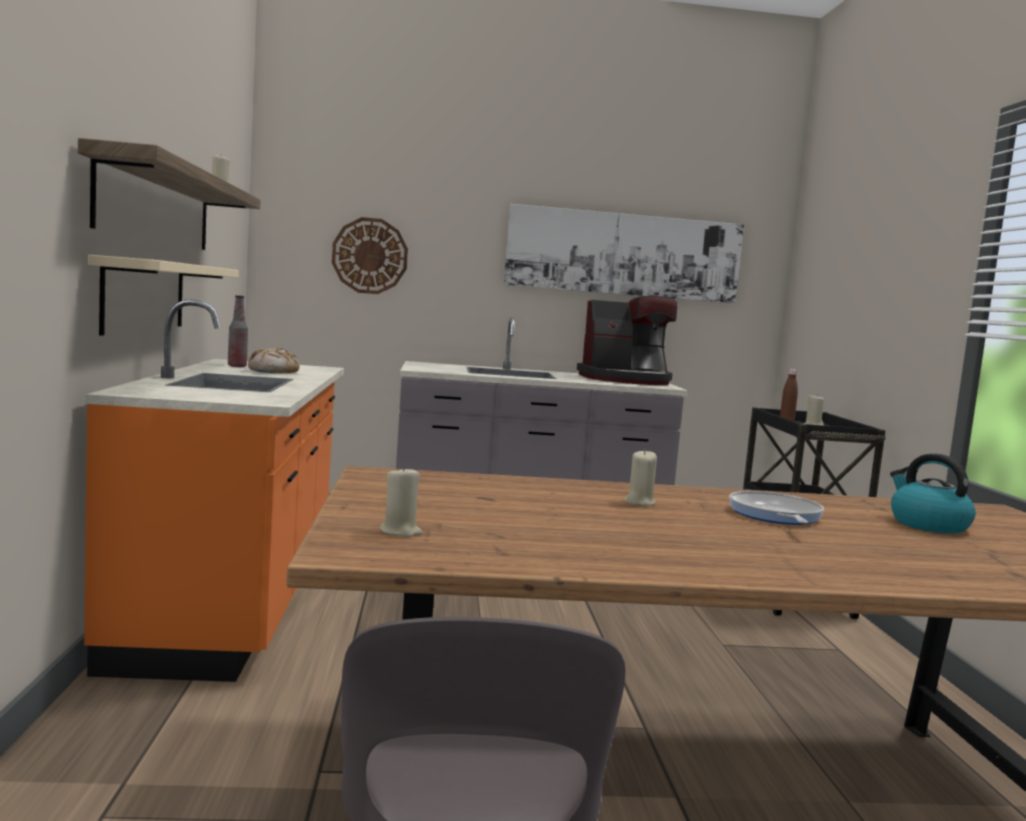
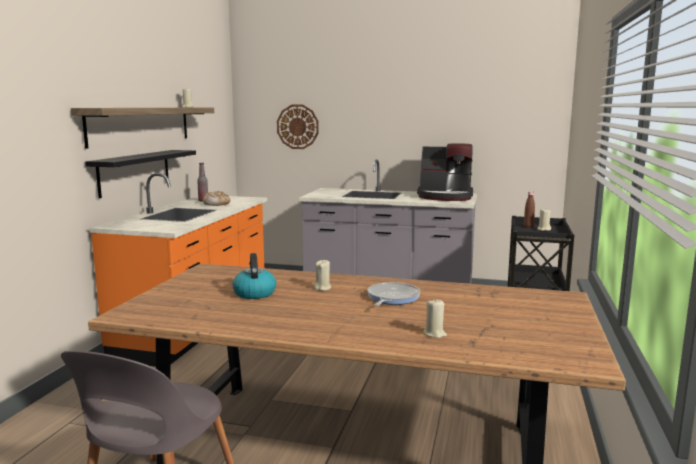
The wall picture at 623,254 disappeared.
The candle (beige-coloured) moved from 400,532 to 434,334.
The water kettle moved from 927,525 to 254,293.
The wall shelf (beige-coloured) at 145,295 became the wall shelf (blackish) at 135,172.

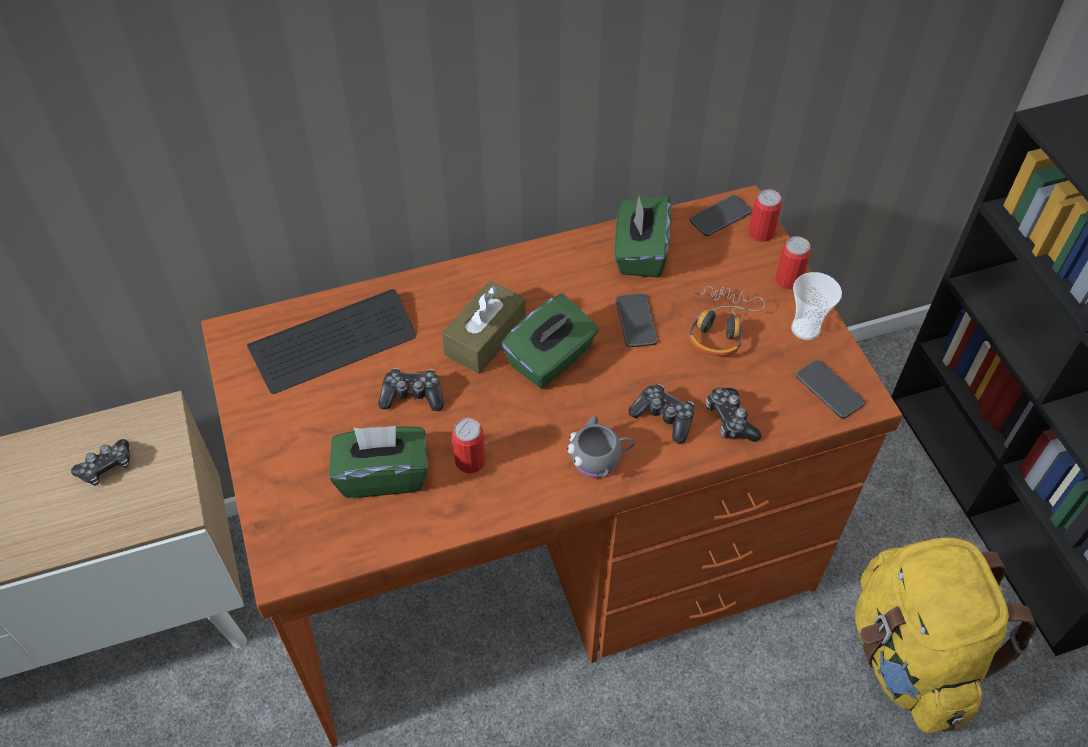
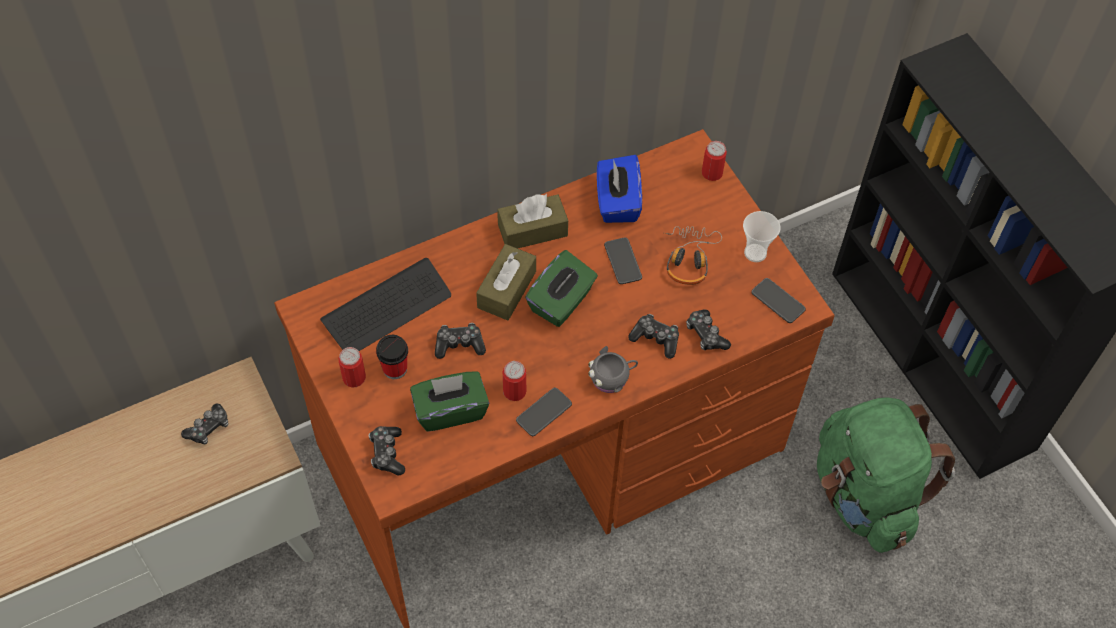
The joypad at 387,453 appeared.
The cup at 395,368 appeared.
The tissue holder (brown-coloured) at 532,230 appeared.
The handset moved from 720,216 to 544,412.
The can moved from 788,280 to 354,377.
The tissue holder (green) at 640,253 became the tissue holder (blue-coloured) at 617,202.
The rucksack (yellow) at 910,657 became the rucksack (green) at 864,495.

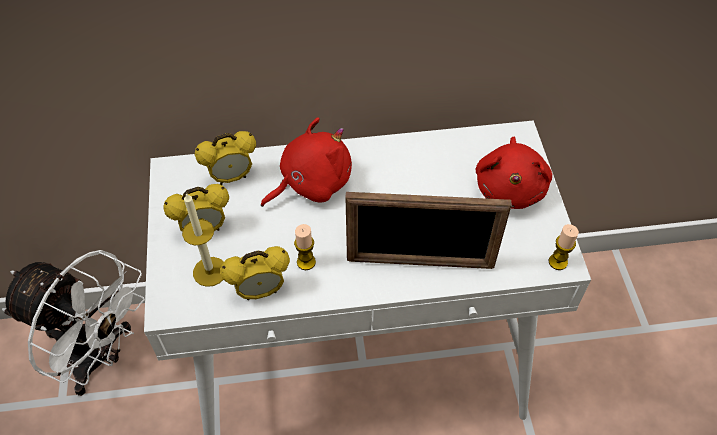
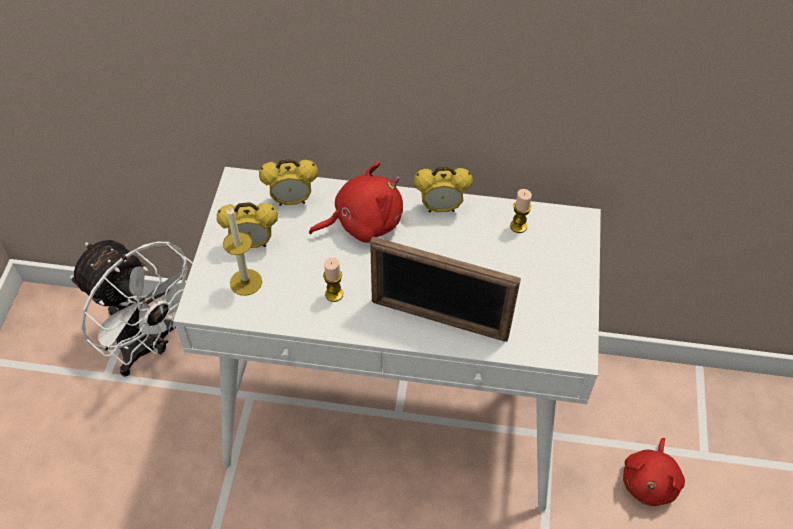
The bedside clock moved from 260,291 to 441,208.
The cuddly toy (red-coloured) moved from 510,187 to 650,481.
The candle moved from 558,262 to 518,226.

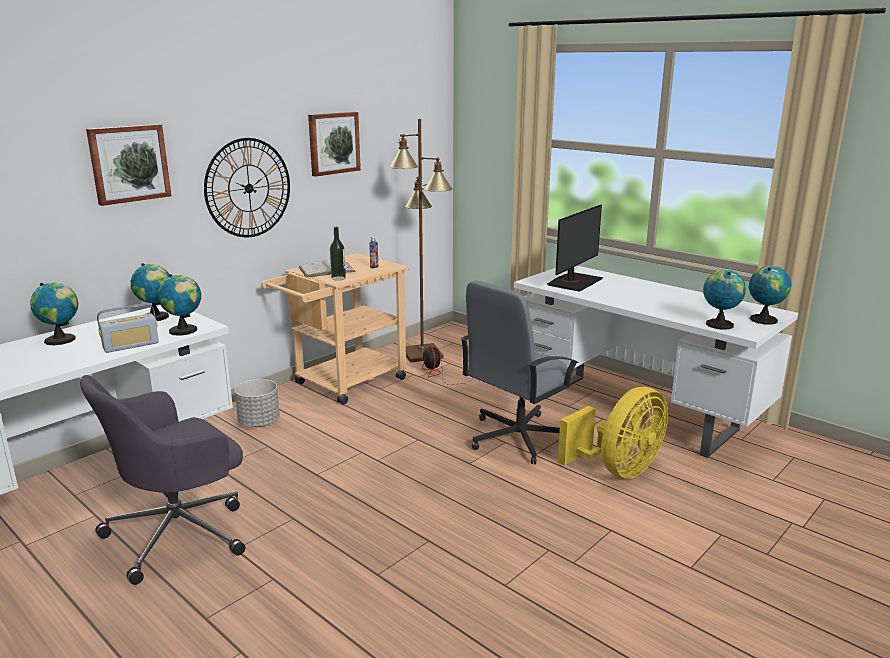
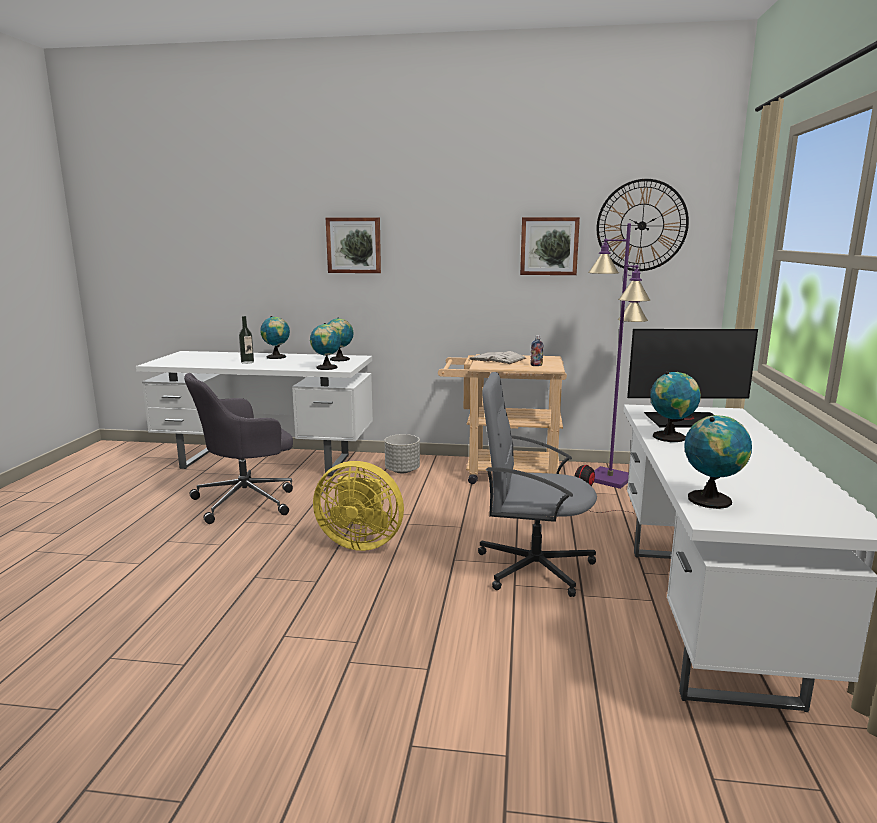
The radio at 131,345 disappeared.
The hanging clock moved from 248,188 to 642,225.
The beverage bottle moved from 338,278 to 247,362.
The fan (yellow) moved from 618,470 to 360,542.
The world globe moved from 764,319 to 671,437.
The floor lamp (brown-coloured) at 421,354 became the floor lamp (purple-coloured) at 609,478.
The desk chair (greyish) at 180,533 turned 45 degrees counterclockwise.

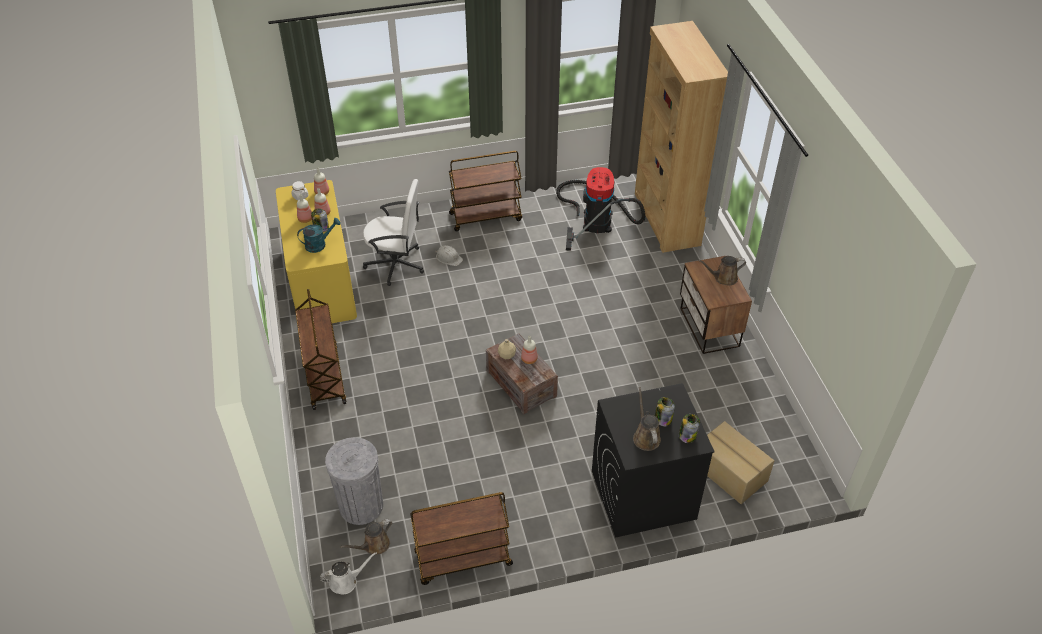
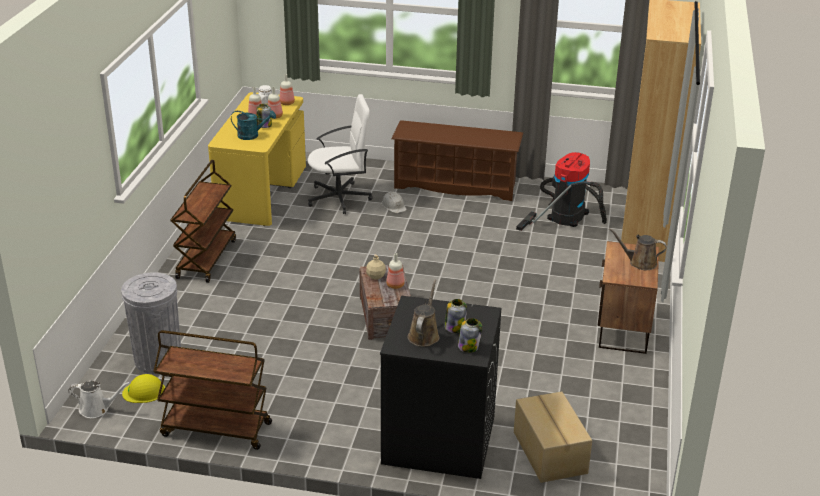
The sprinkling can (brown-coloured) at 374,545 was replaced by the hard hat (yellow) at 144,391.
The wheeled cart (brown-coloured) at 486,216 was replaced by the shoe shelf (brown-coloured) at 456,185.
The desk chair (whitish) at 396,264 turned 45 degrees counterclockwise.

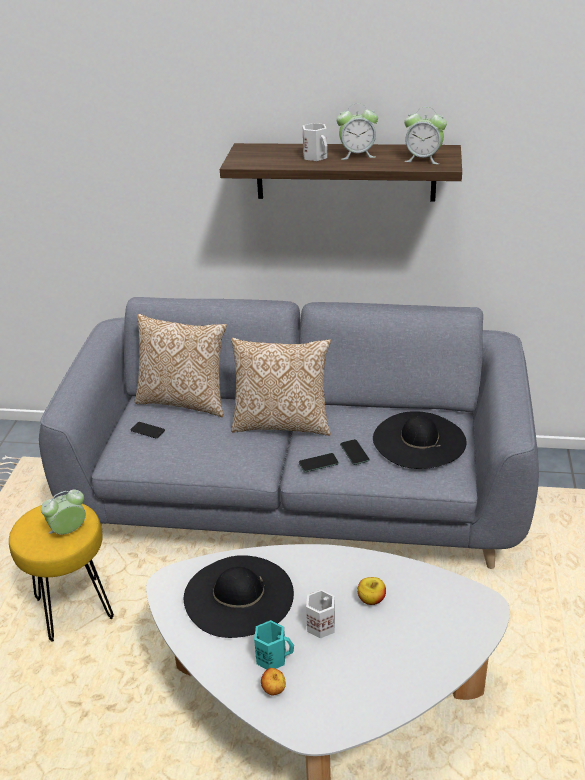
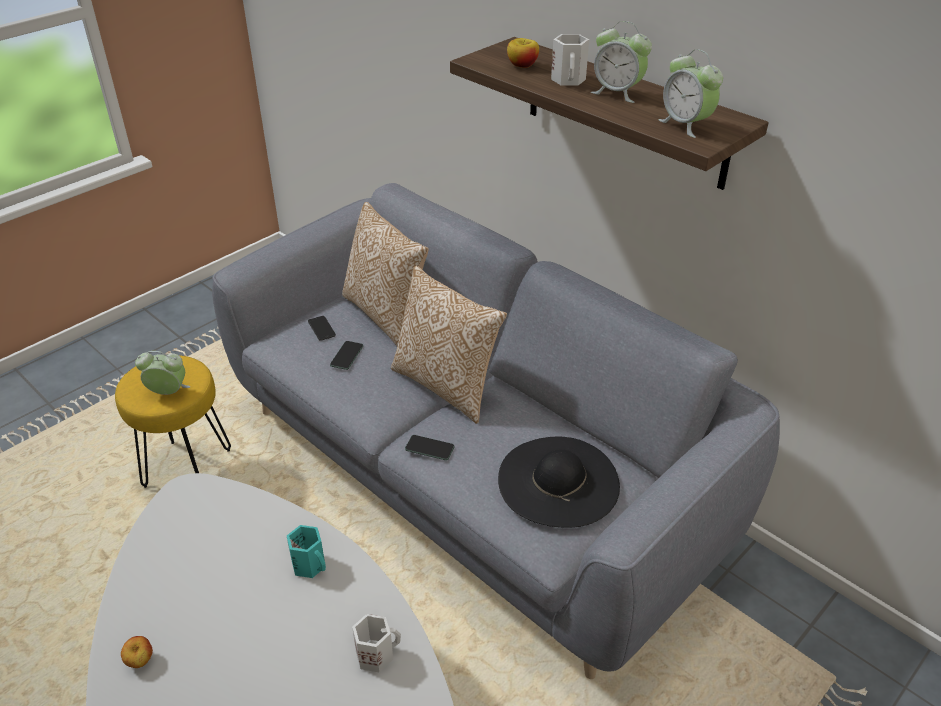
The hat (blackish) at 238,595 disappeared.
The coffee mug (blue-green) moved from 272,657 to 310,564.
The coffee mug (whitish) moved from 321,624 to 376,654.
The handset moved from 354,452 to 346,356.
The whole apple moved from 371,599 to 522,65.

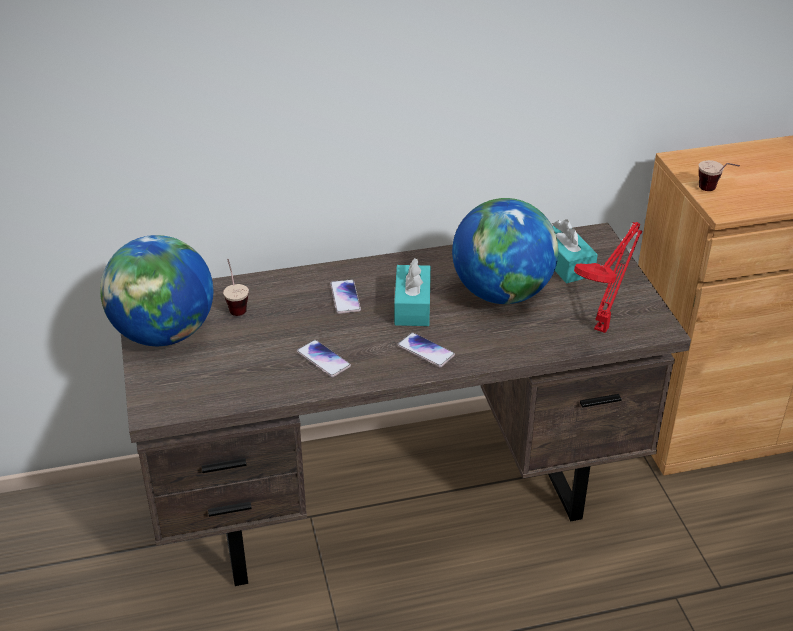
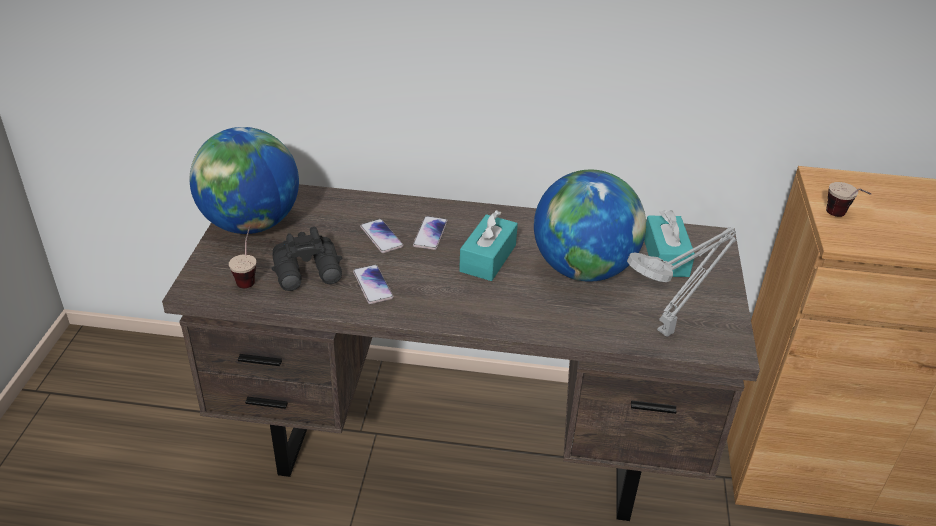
The field glasses (blackish) at 309,273 appeared.
The cup moved from 236,305 to 248,276.
The handset moved from 425,351 to 381,237.
The tabletop lamp (red-coloured) at 603,327 became the tabletop lamp (greyish) at 668,330.

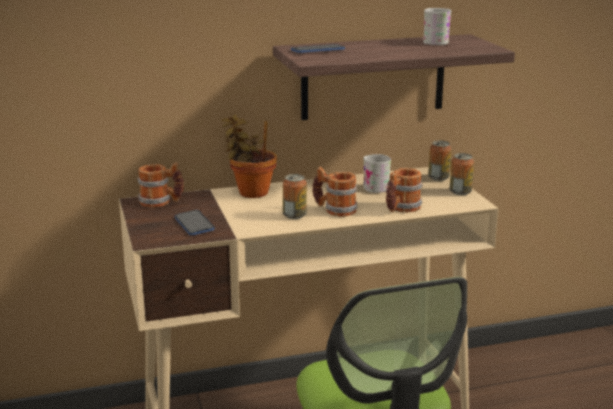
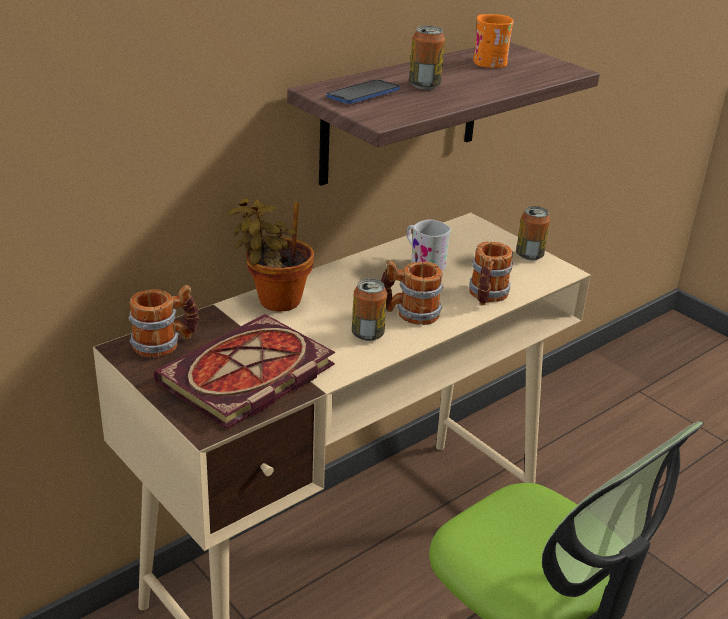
The can moved from 438,178 to 424,85.
The handset at 194,224 was replaced by the volume at 246,377.
The coffee mug (whitish) at 437,42 became the coffee mug (orange) at 489,60.

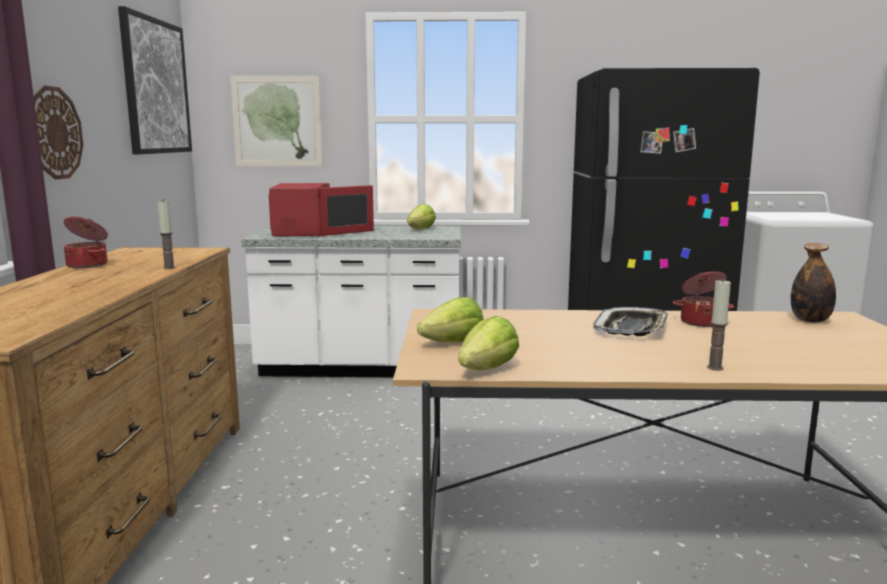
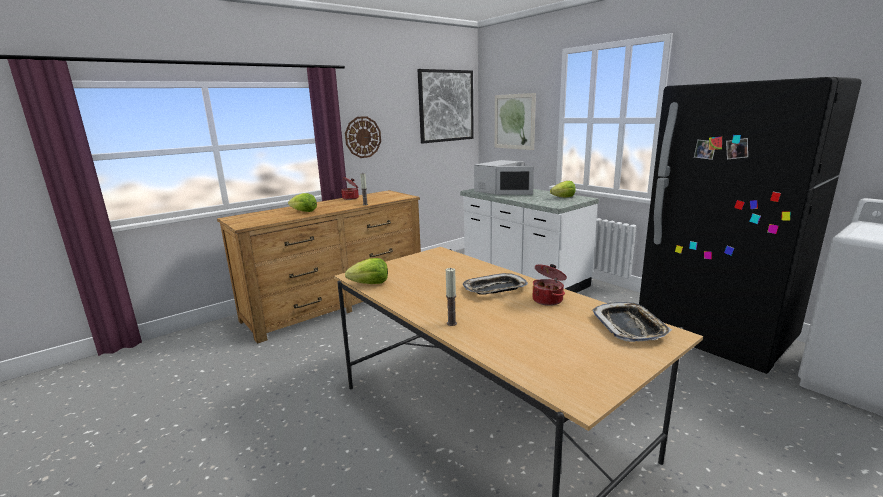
The lettuce head moved from 453,343 to 304,211.
The beverage bottle at 810,320 was replaced by the serving tray at 629,326.
The microwave (red-coloured) at 305,232 became the microwave (whitish) at 500,190.

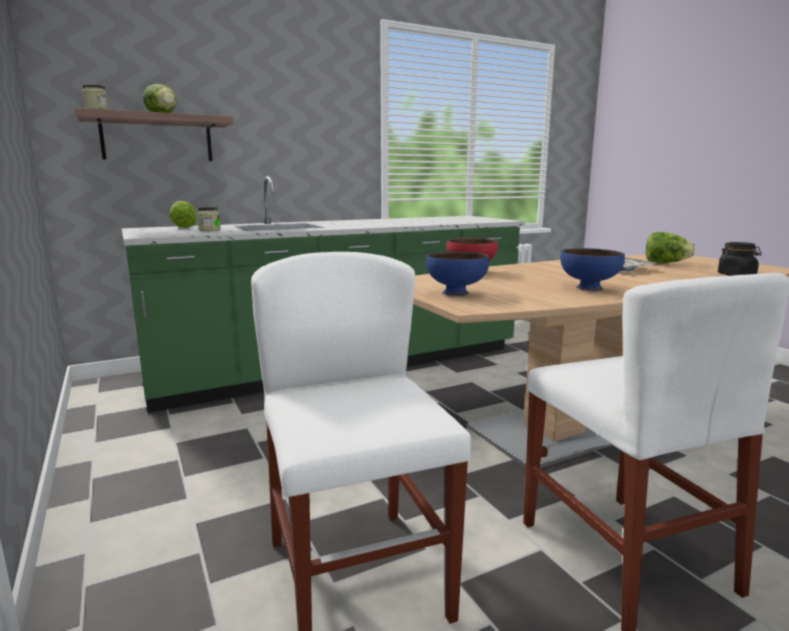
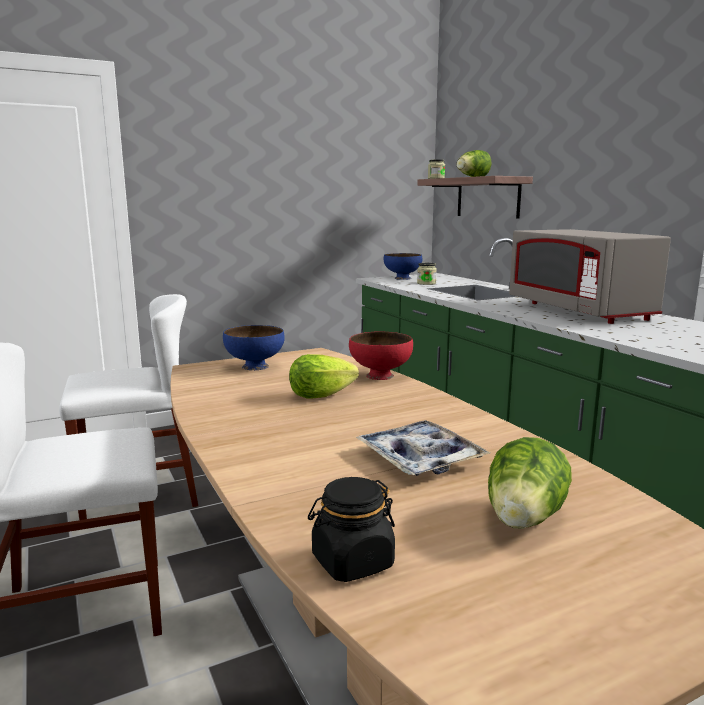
The microwave (greyish) at 579,311 appeared.
The lettuce head moved from 184,227 to 320,395.
The bowl (blue-coloured) moved from 588,288 to 402,278.

